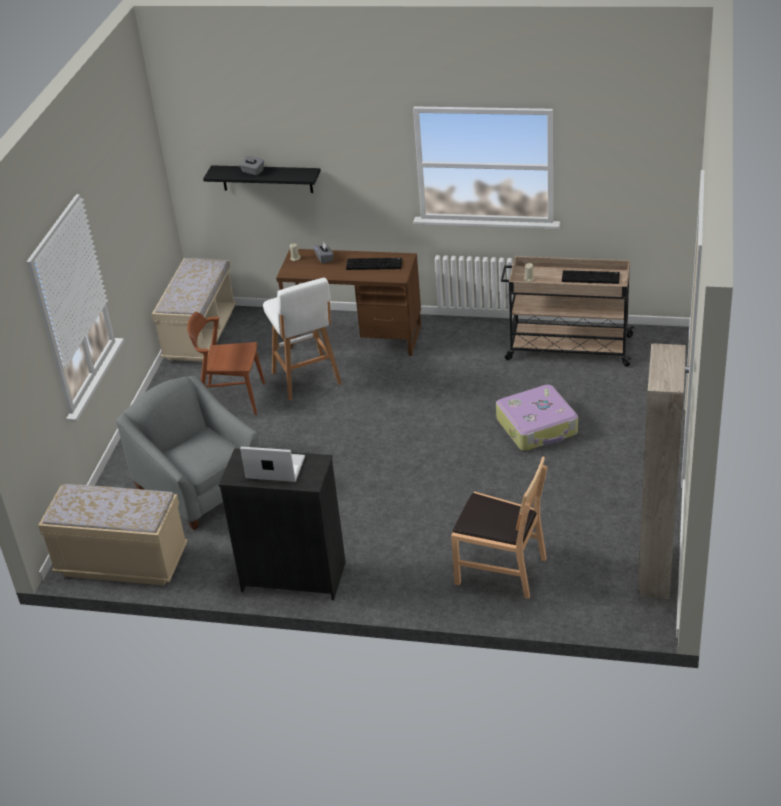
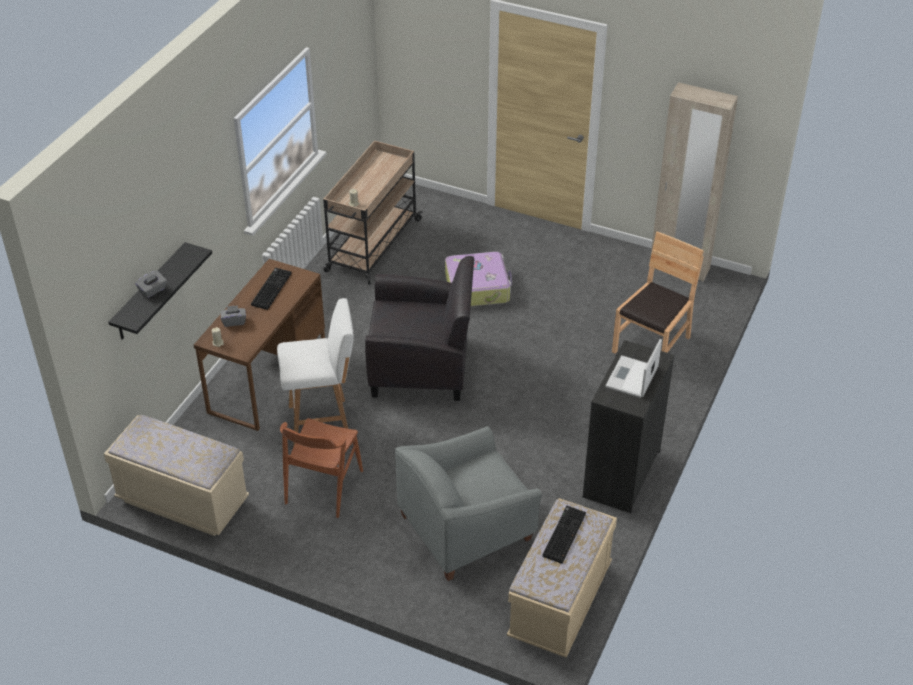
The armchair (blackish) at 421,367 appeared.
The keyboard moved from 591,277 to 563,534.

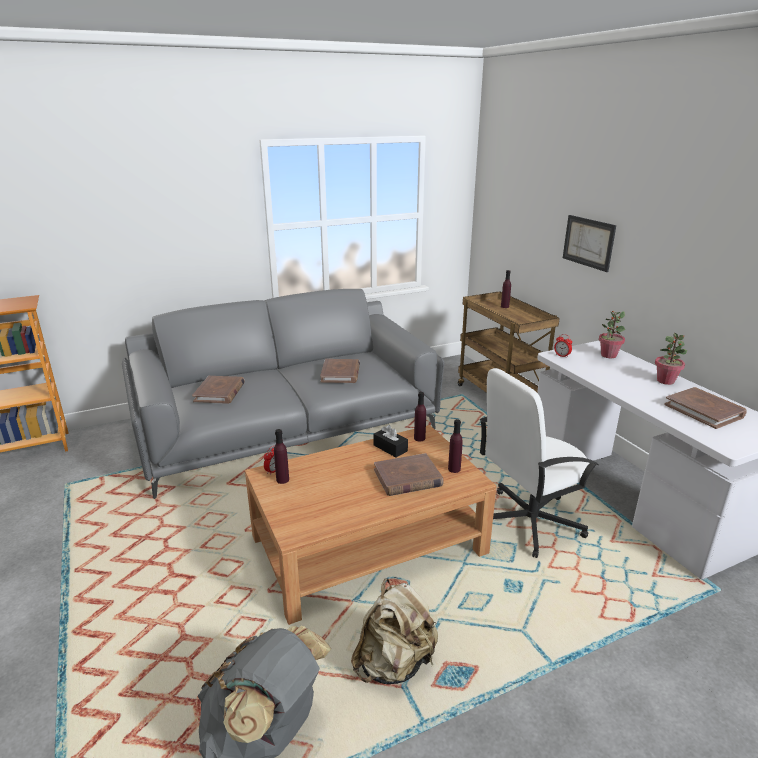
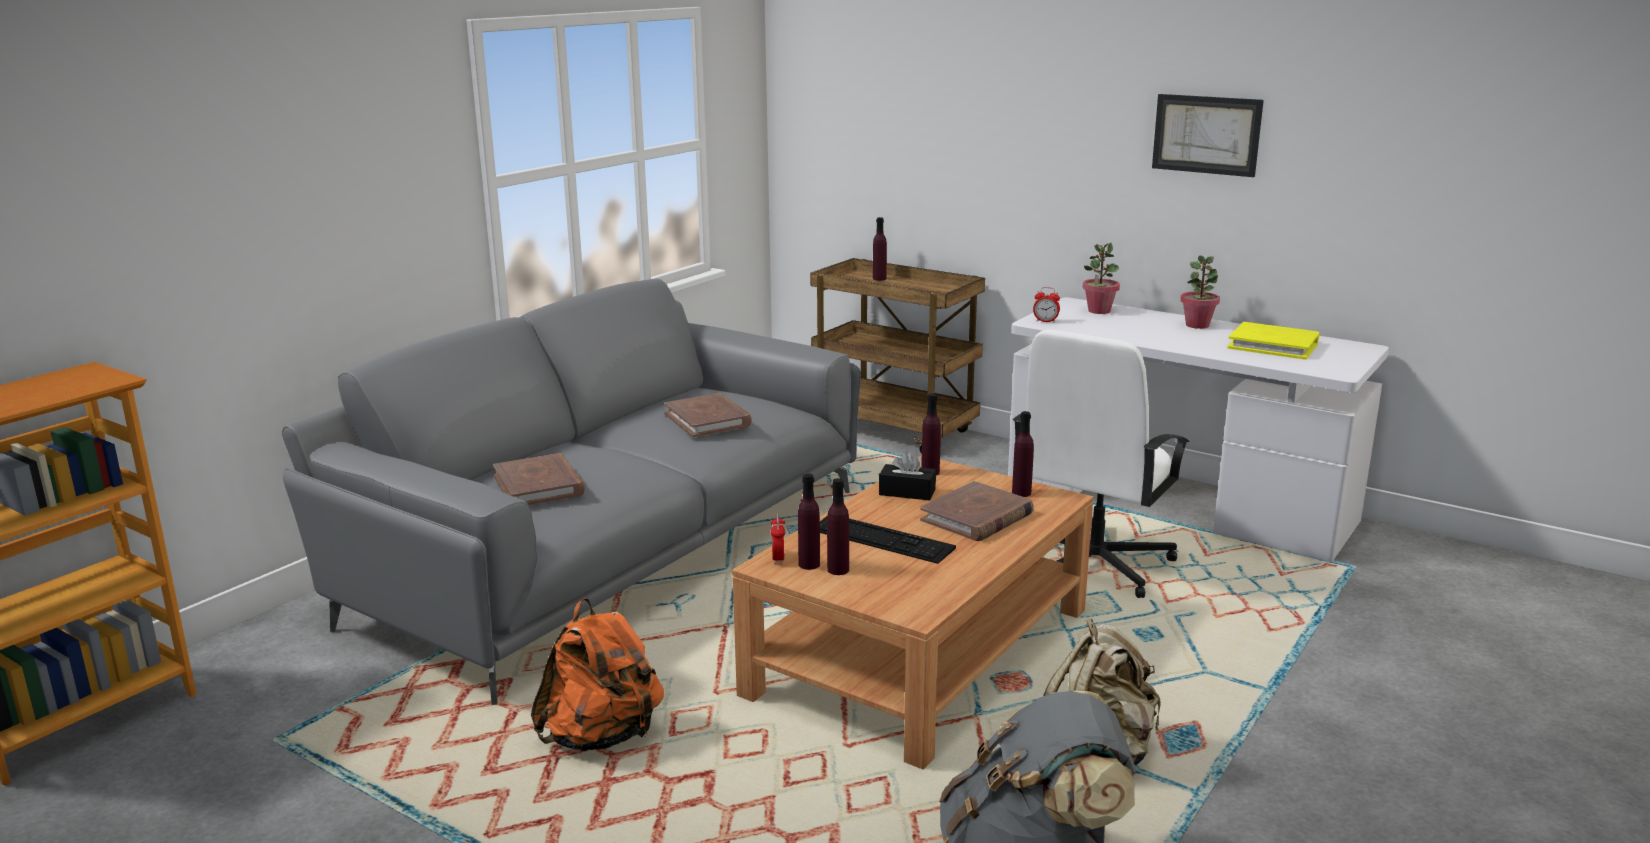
The rucksack (orange) at 602,737 appeared.
The keyboard at 881,539 appeared.
The beverage bottle (purple-coloured) at 838,570 appeared.
The wall picture moved from 588,242 to 1206,134.
The volume (brown-coloured) at 704,410 became the volume (yellow) at 1273,345.

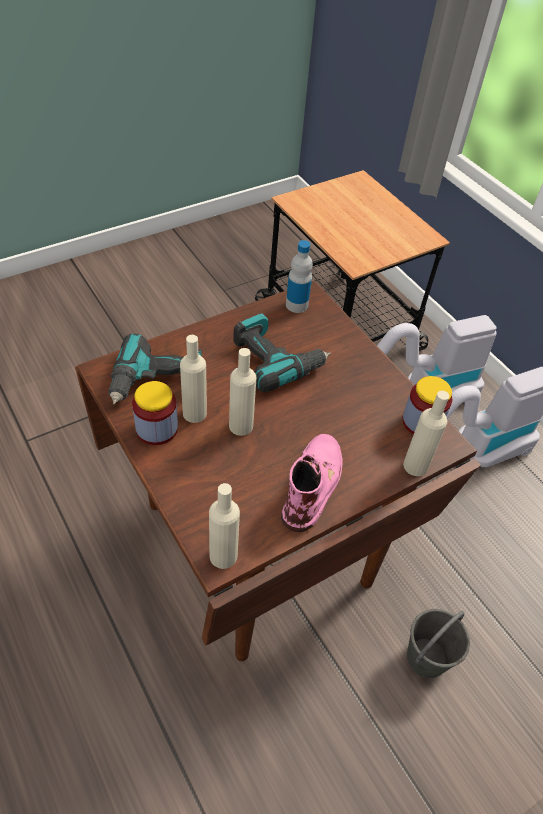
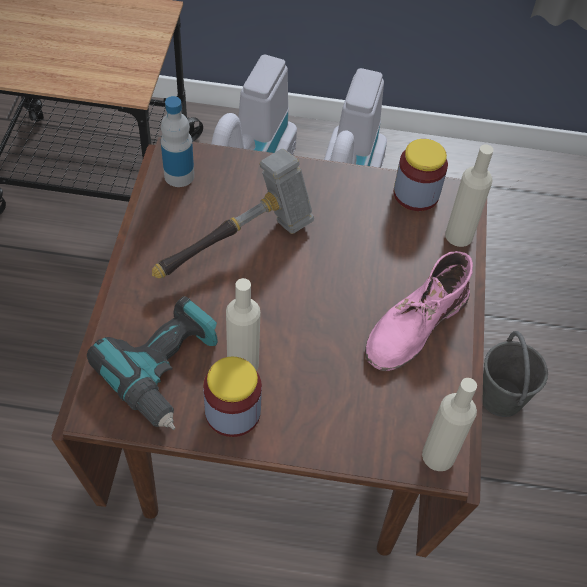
The beverage bottle (beige-coloured) at 241,426 disappeared.
The drill at 276,360 was replaced by the tool hammer at 237,246.
The boot (pink-coloured) at 313,483 turned 105 degrees counterclockwise.

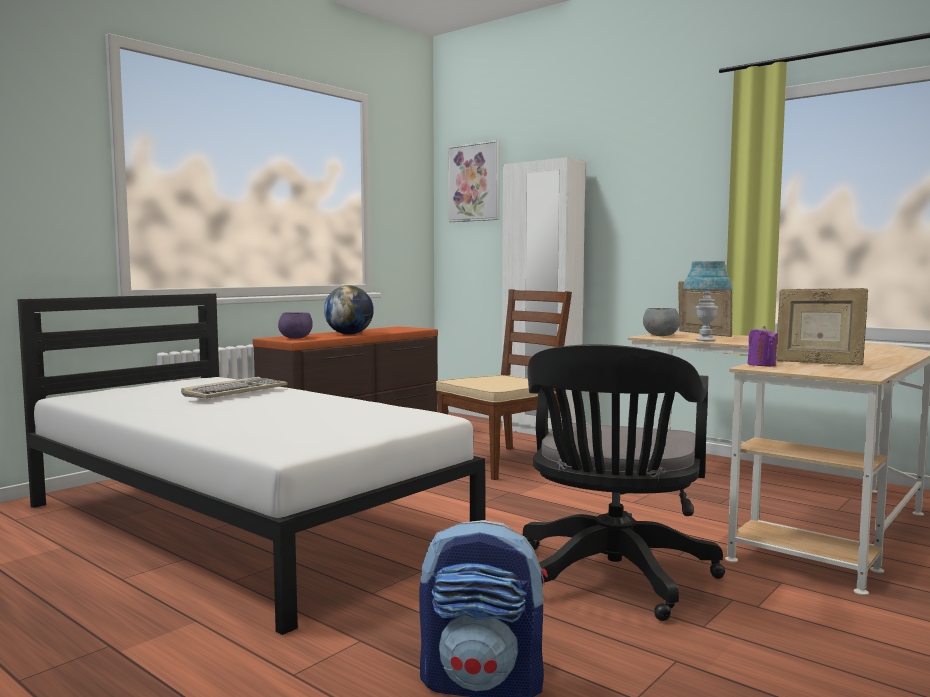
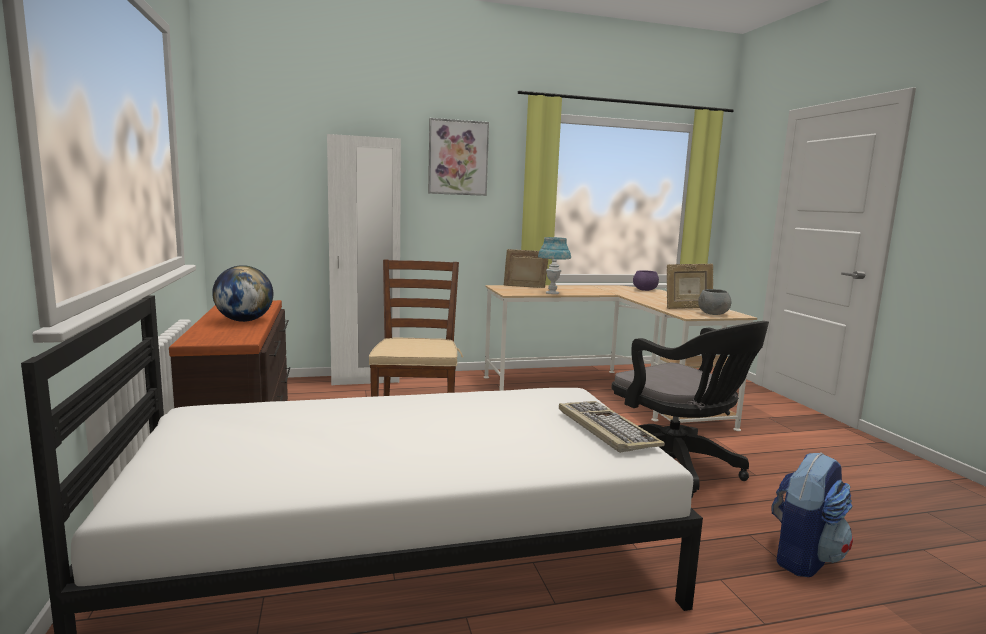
The candle (purple-coloured) at 761,365 disappeared.
The keyboard moved from 235,392 to 605,428.
The bowl (purple-coloured) moved from 295,338 to 645,290.
The wall picture moved from 474,182 to 458,158.
The bowl (greyish) moved from 661,335 to 712,314.

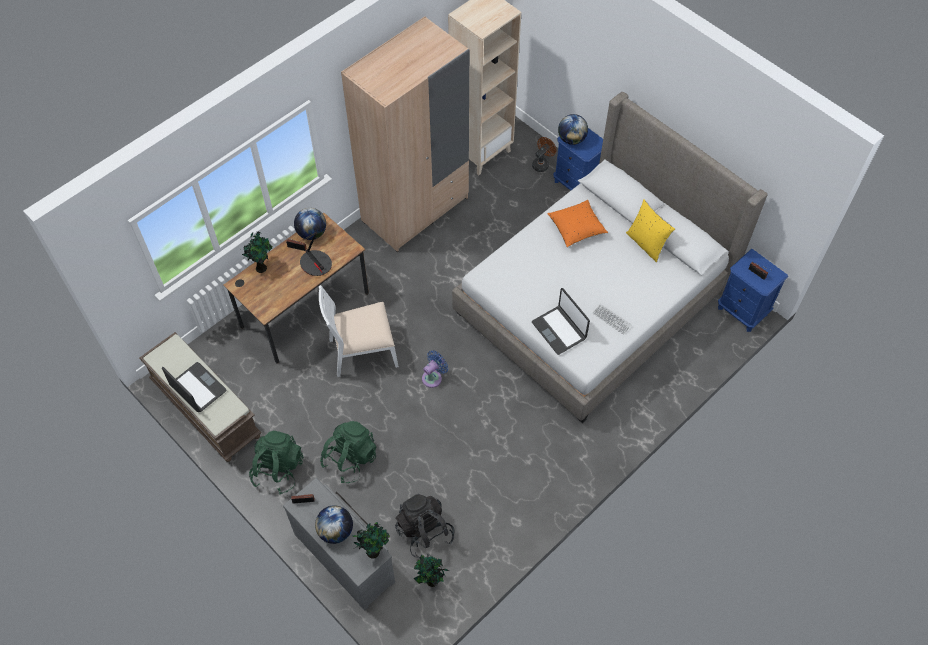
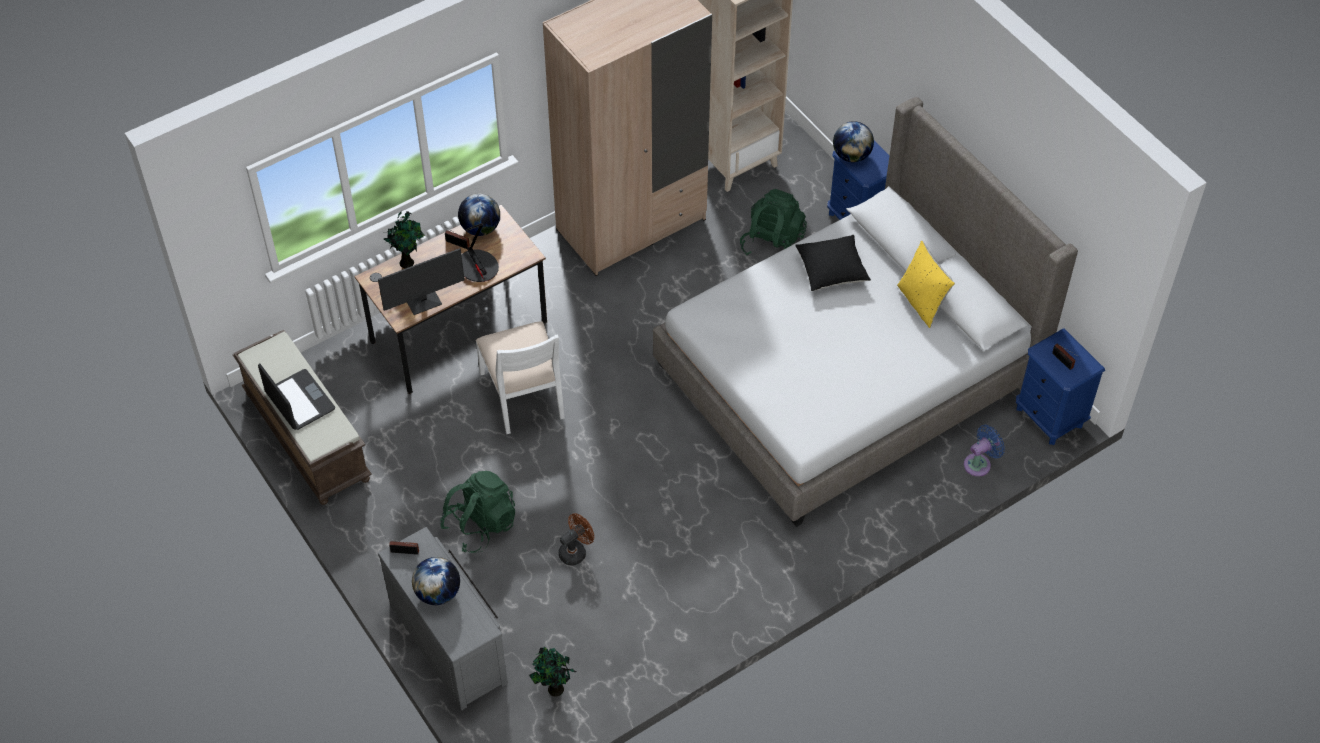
The houseplant at 373,551 disappeared.
The rucksack (blackish) at 424,532 disappeared.
The laptop at 559,330 disappeared.
The keyboard at 611,319 disappeared.
The computer display at 424,302 appeared.
The rucksack (green) moved from 278,469 to 772,244.
The fan (blue-coloured) moved from 433,377 to 979,463.
The fan (brown-coloured) moved from 542,164 to 576,551.
The cushion (orange) at 576,229 became the cushion (blackish) at 831,271.
The chair (whitish) at 362,351 turned 105 degrees counterclockwise.

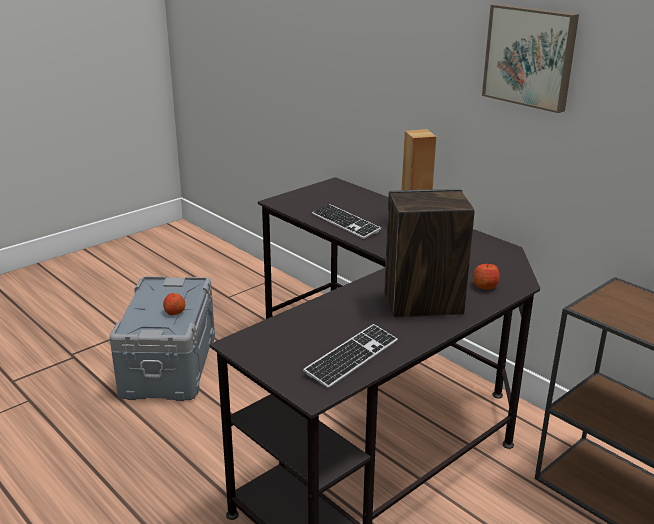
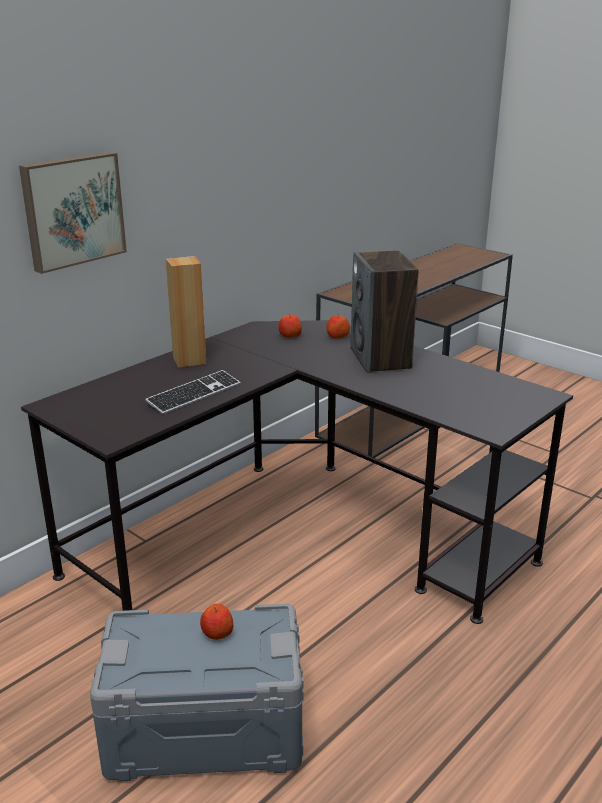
The keyboard at 352,357 disappeared.
The whole apple at 289,336 appeared.
The wall picture moved from 530,56 to 72,210.

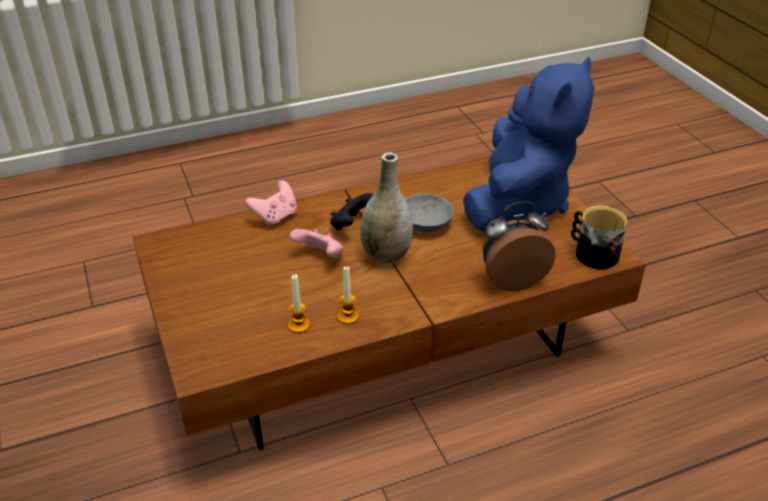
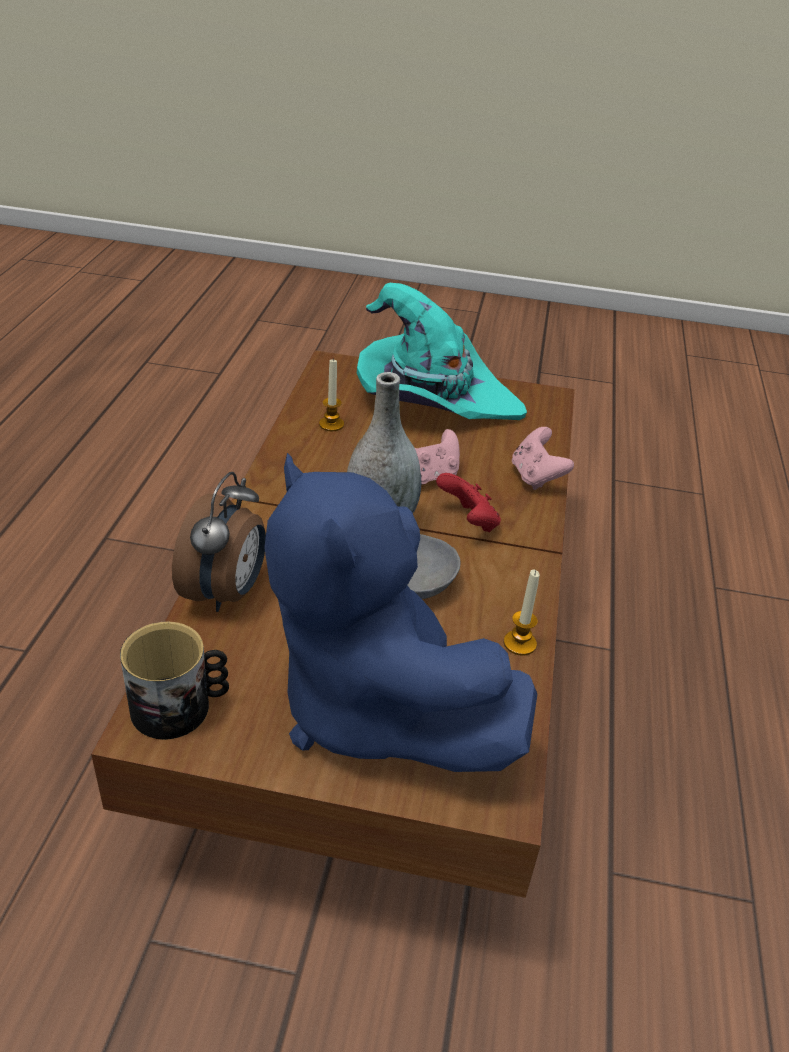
The hat (blue-green) at 432,398 appeared.
The candle moved from 348,316 to 519,643.
The joypad (blackish) at 351,225 became the joypad (red-coloured) at 468,522.

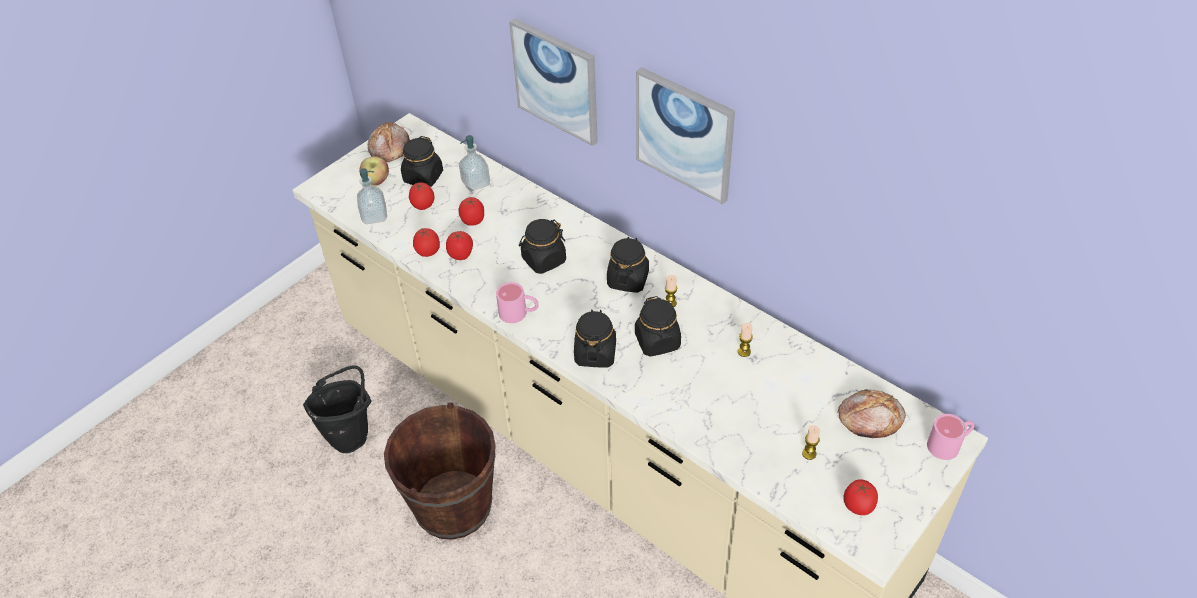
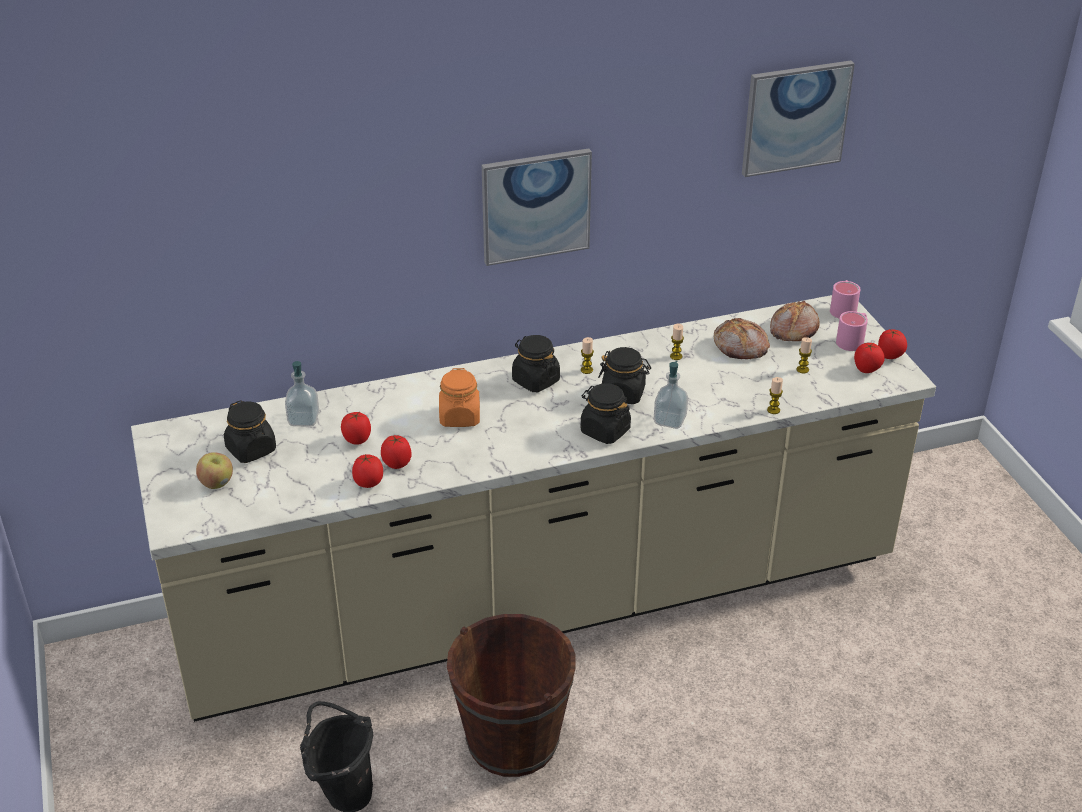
The candle at 773,410 appeared.
The liquid soap bottle moved from 374,216 to 669,420.
The baked bread moved from 389,149 to 740,347.
The tomato moved from 423,206 to 890,356.
The coffee mug (pink-coloured) moved from 519,313 to 853,340.
The wall picture moved from 556,81 to 795,117.
The storage jar (blackish) at 543,260 became the storage jar (orange) at 460,417.

